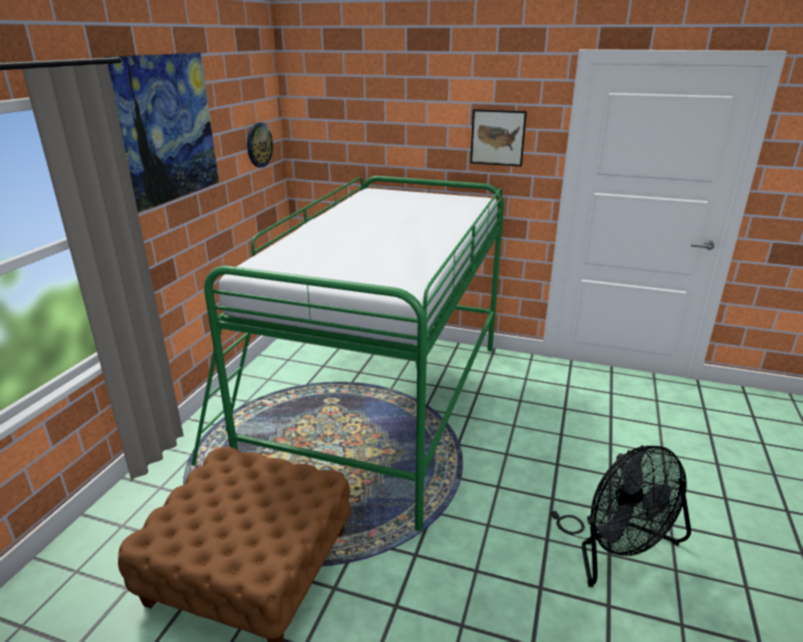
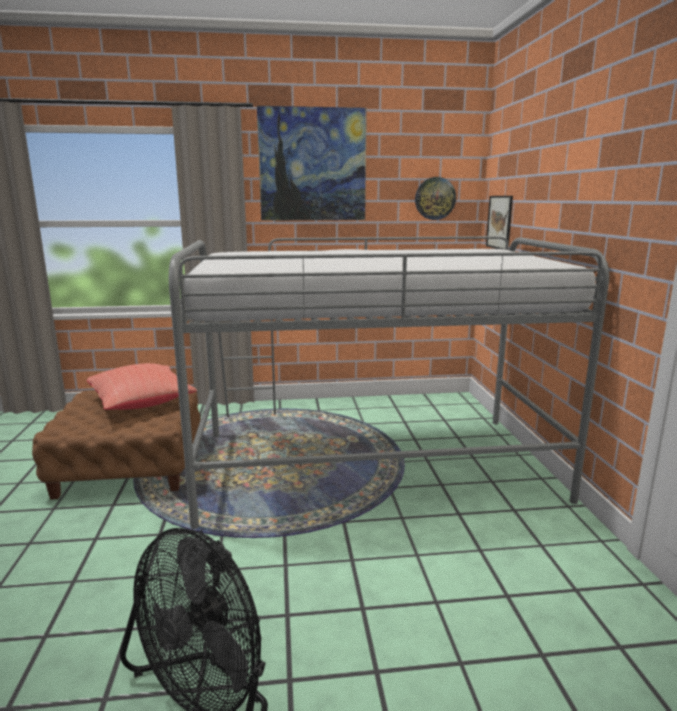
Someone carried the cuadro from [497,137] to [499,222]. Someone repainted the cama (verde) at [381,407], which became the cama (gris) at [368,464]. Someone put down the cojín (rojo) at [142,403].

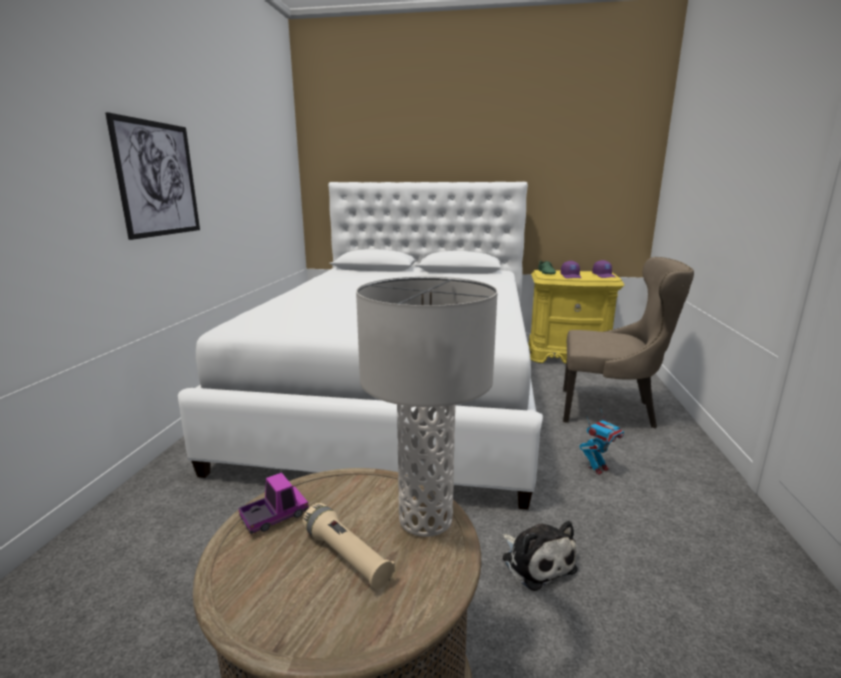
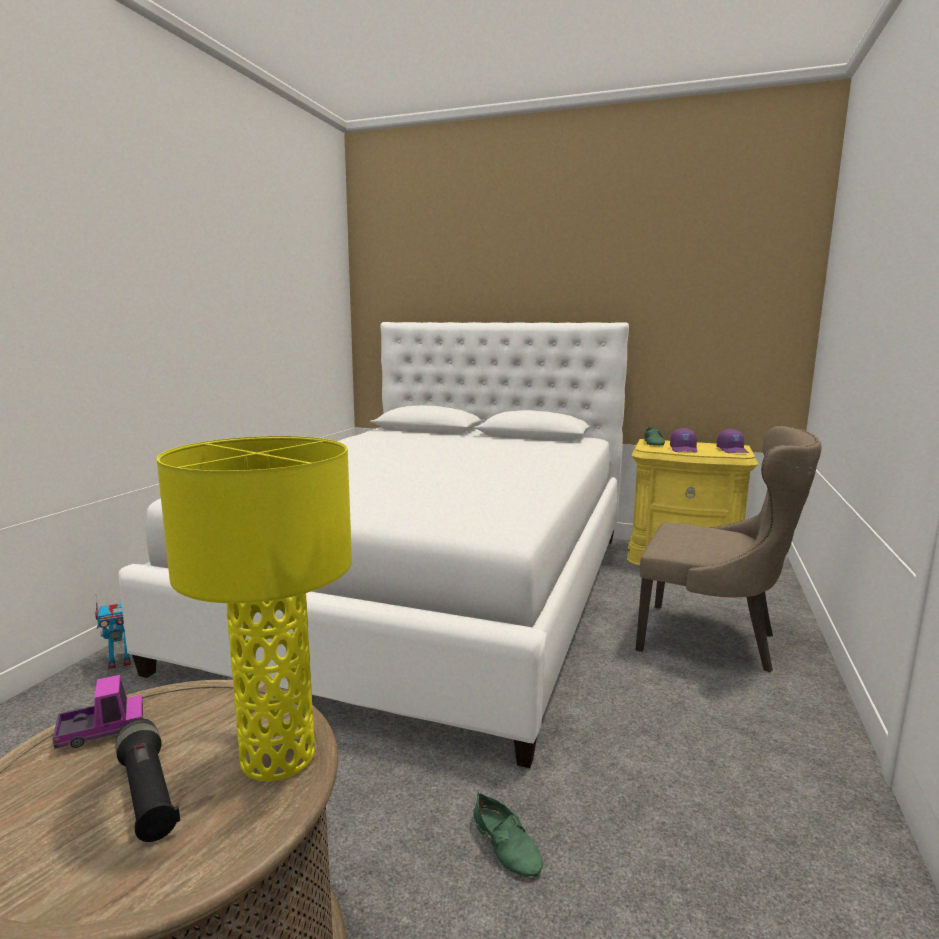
Someone took away the cuadro at [158,179]. Someone repainted the lámpara de mesa (blanco) at [426,519], which became the lámpara de mesa (amarillo) at [278,757]. Someone carried the robot de juguete from [598,468] to [120,662]. Someone repainted the linterna (beis) at [346,556], which became the linterna (negro) at [147,793]. Someone swapped the peluche at [536,561] for the zapato (verde) at [507,844].

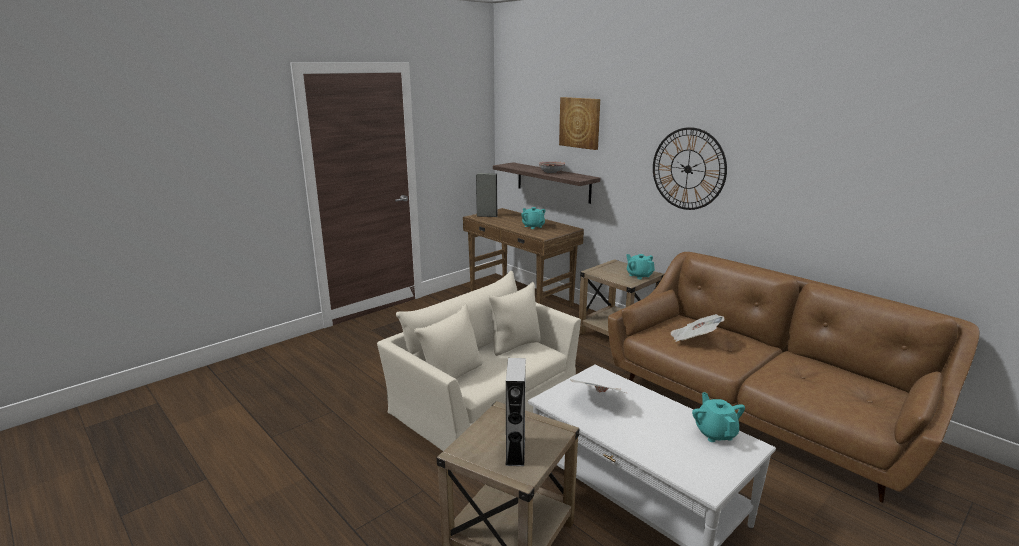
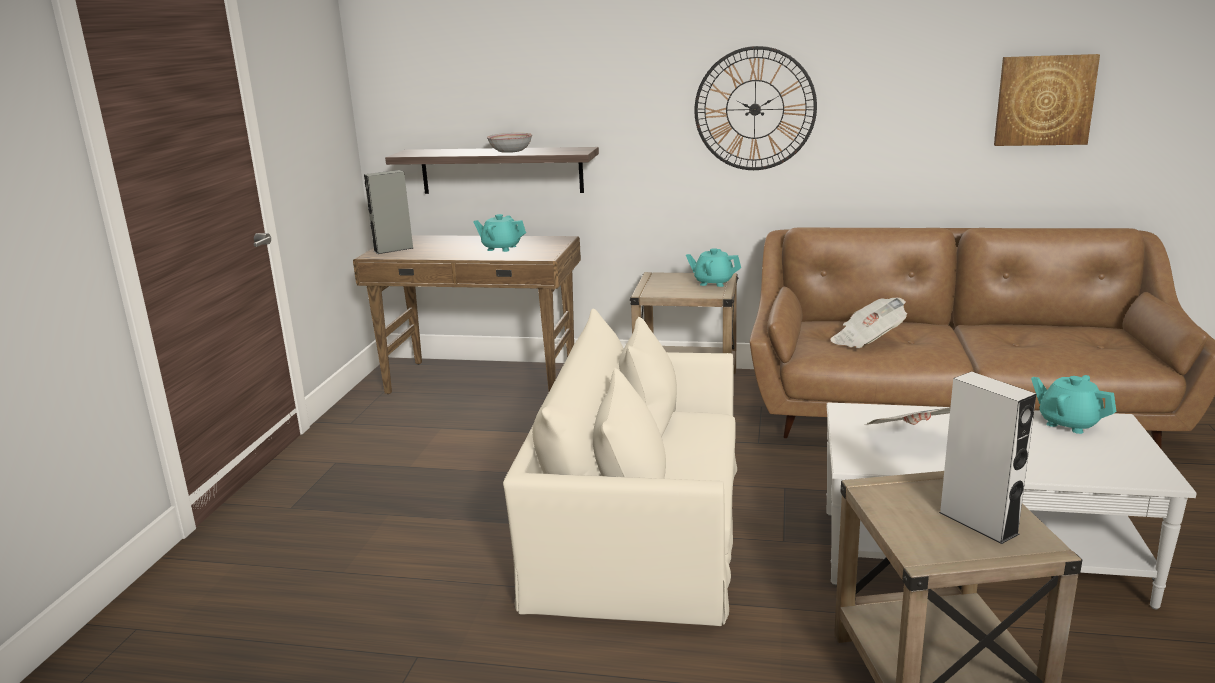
Someone carried the cuadro from [580,123] to [1044,100].

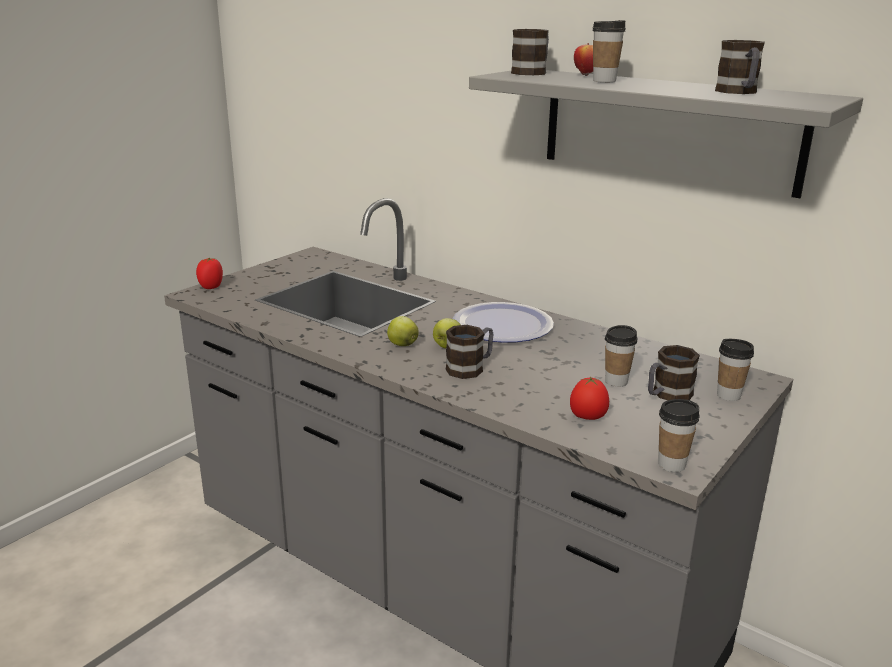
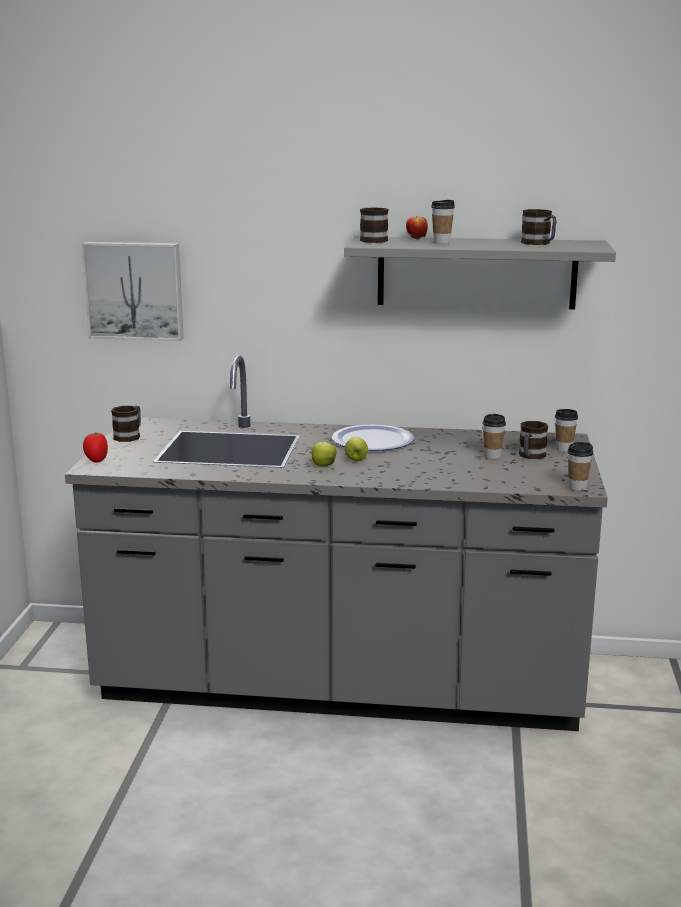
Someone carried the taza grande from [470,368] to [130,436]. Someone took away the tomate at [587,418]. Someone put up the cuadro at [135,290].

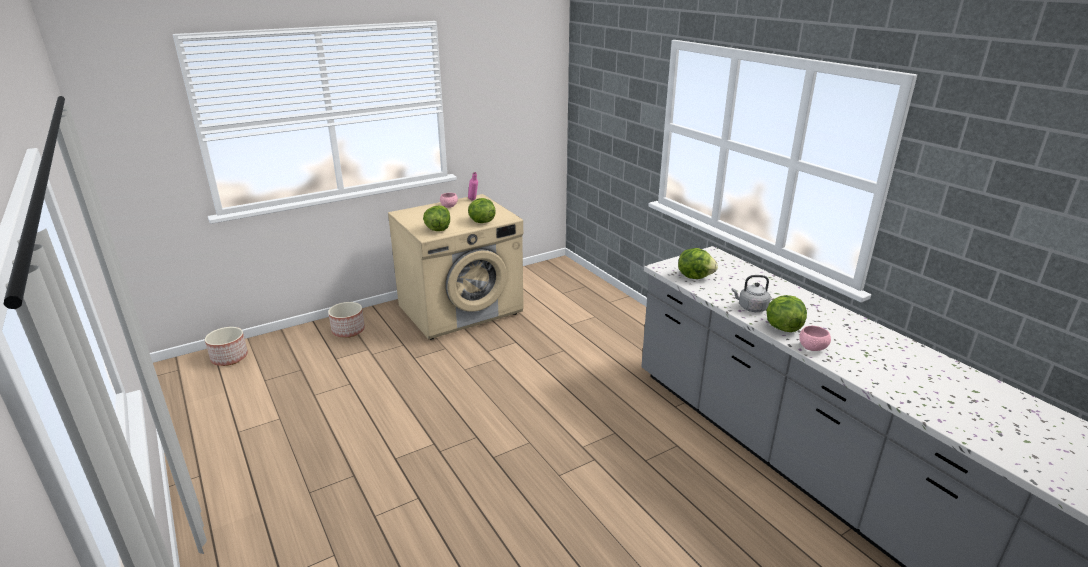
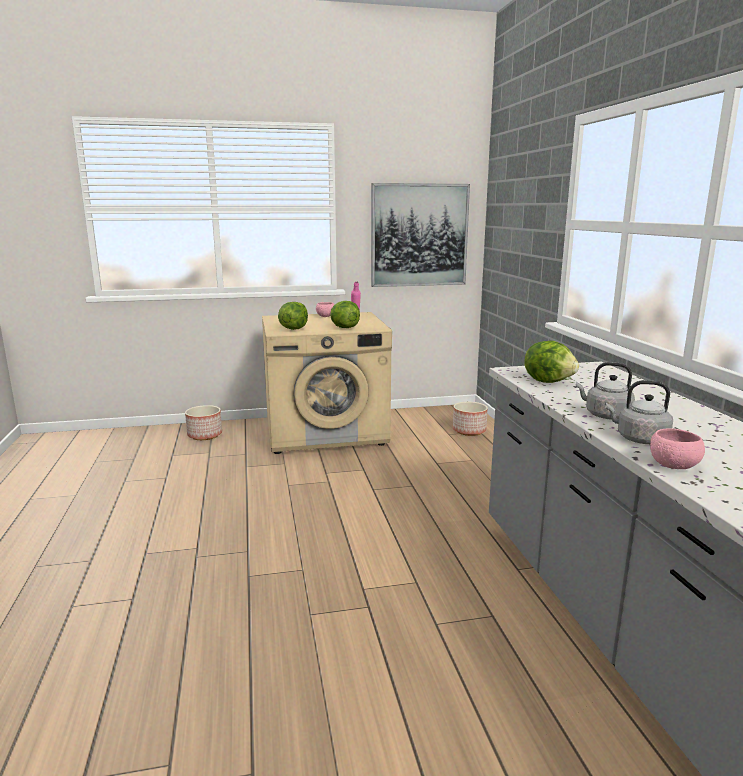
Someone swapped the lechuga at [782,328] for the hervidor (gris) at [639,439]. Someone carried the maceta from [230,358] to [469,430]. Someone put up the cuadro at [419,235].

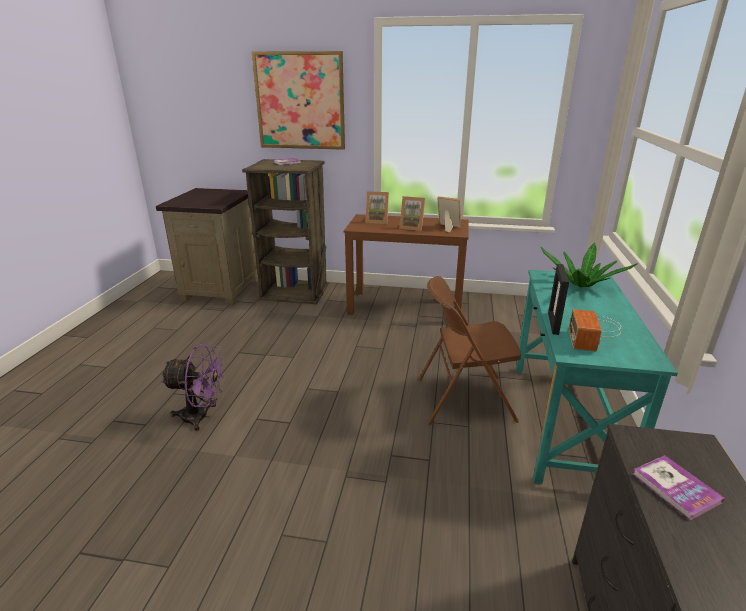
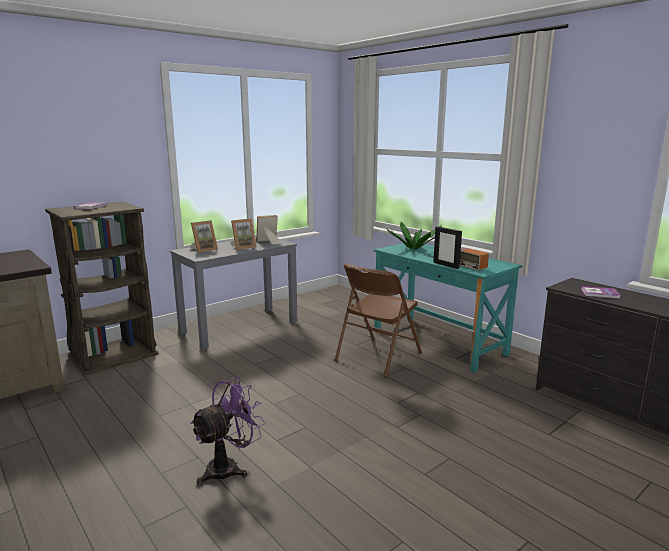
Someone took away the cuadro at [300,101]. Someone repainted the escritorio (marrón) at [406,306], which became the escritorio (gris) at [240,327].

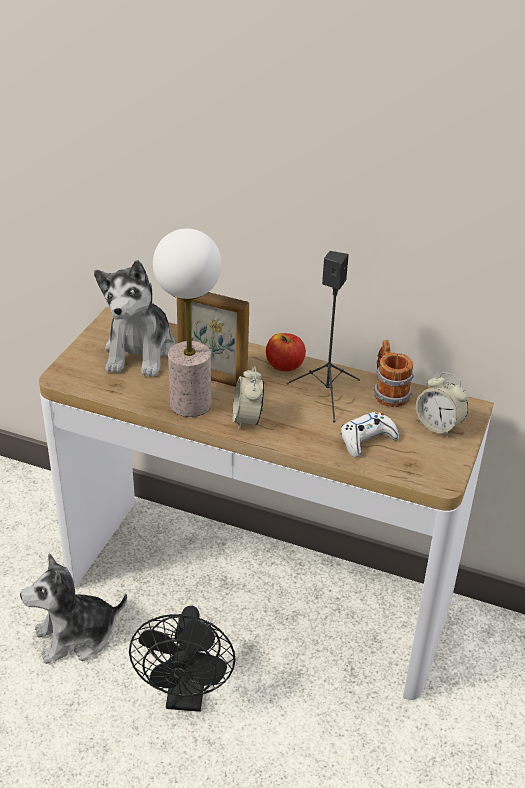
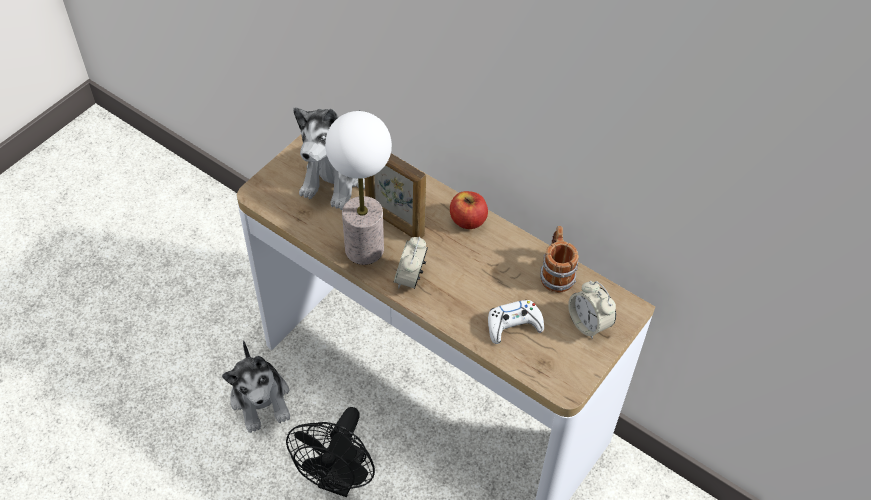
Someone took away the altavoz (negro) at [327,394]. Someone rotated the peluche at [76,636] by 105 degrees counterclockwise.

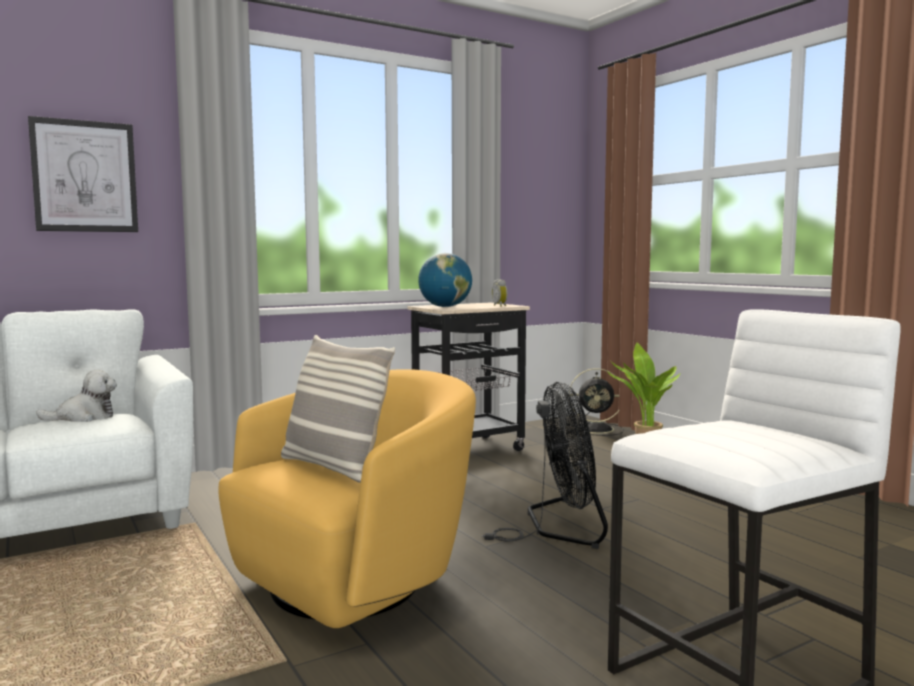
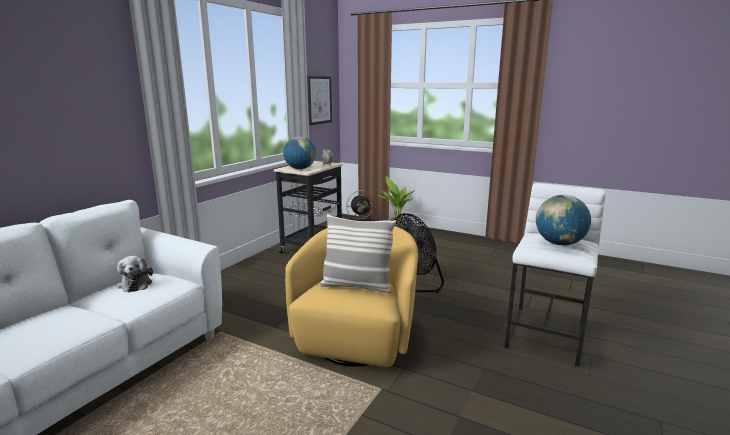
Someone carried the cuadro from [85,176] to [319,100]. Someone rotated the peluche at [84,417] by 120 degrees clockwise. Someone put down the globo terráqueo at [559,243].

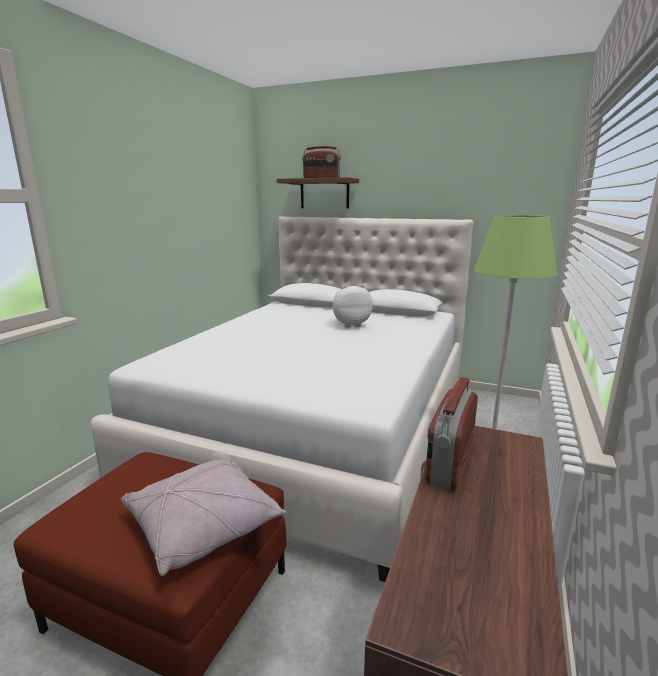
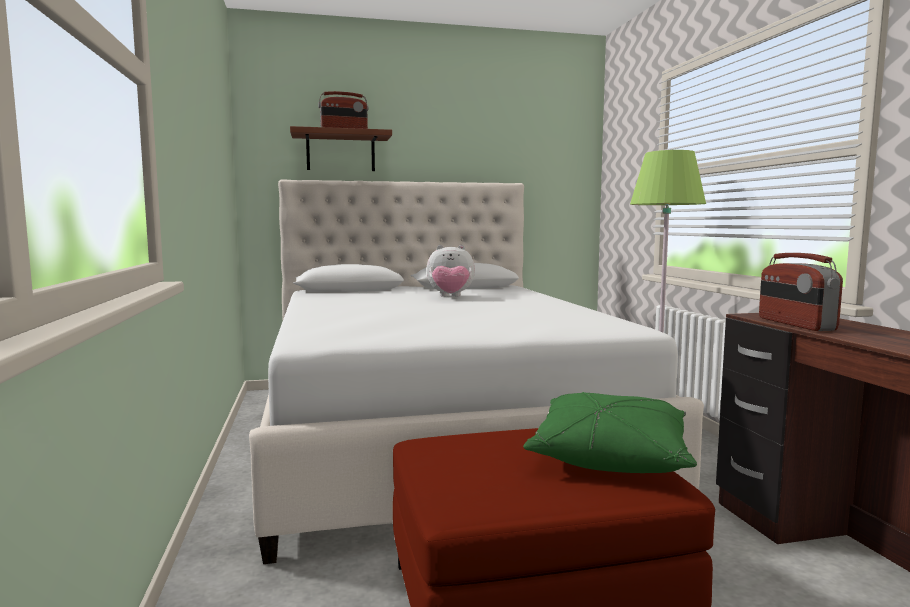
Someone rotated the peluche at [350,324] by 135 degrees counterclockwise. Someone repainted the cojín (morado) at [204,525], which became the cojín (verde) at [609,456].

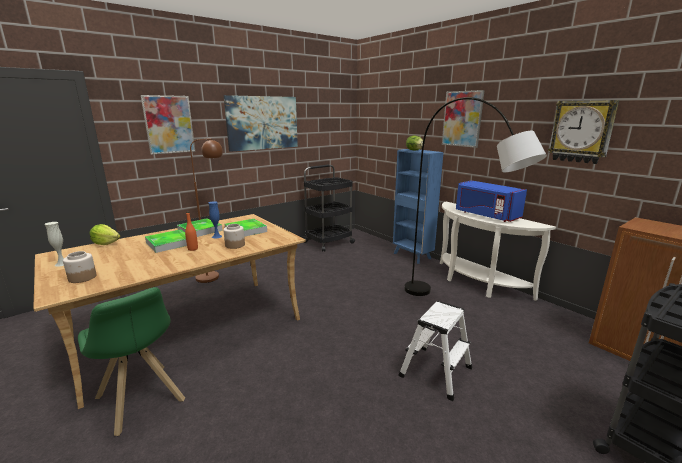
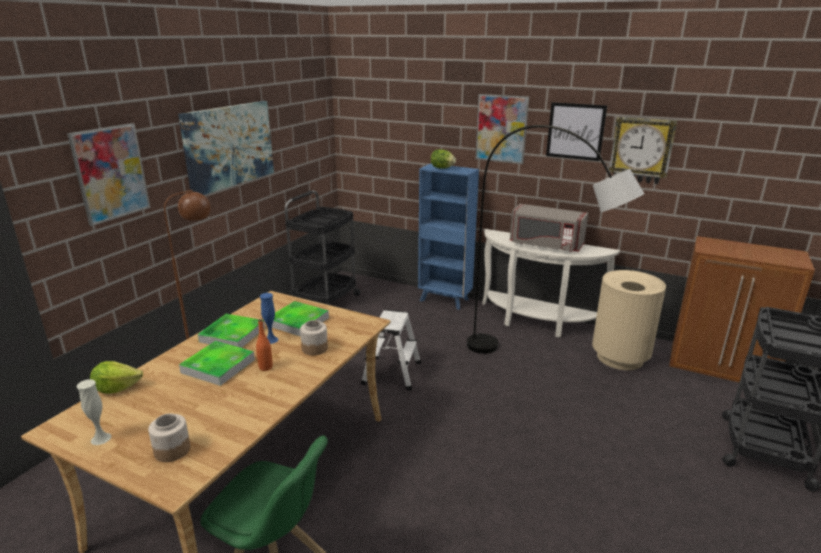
Someone repainted the microondas (azul) at [485,215], which became the microondas (gris) at [545,245]. Someone carried the escalera de tijera (blanco) from [435,372] to [391,373]. Someone put up the cuadro at [575,131]. Someone put down the papelera (beis) at [620,357].

